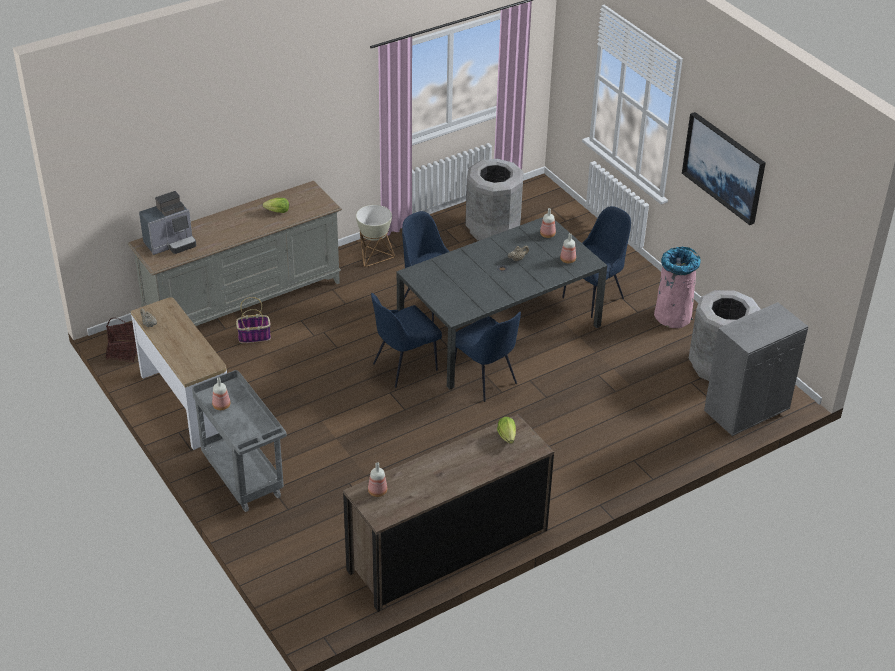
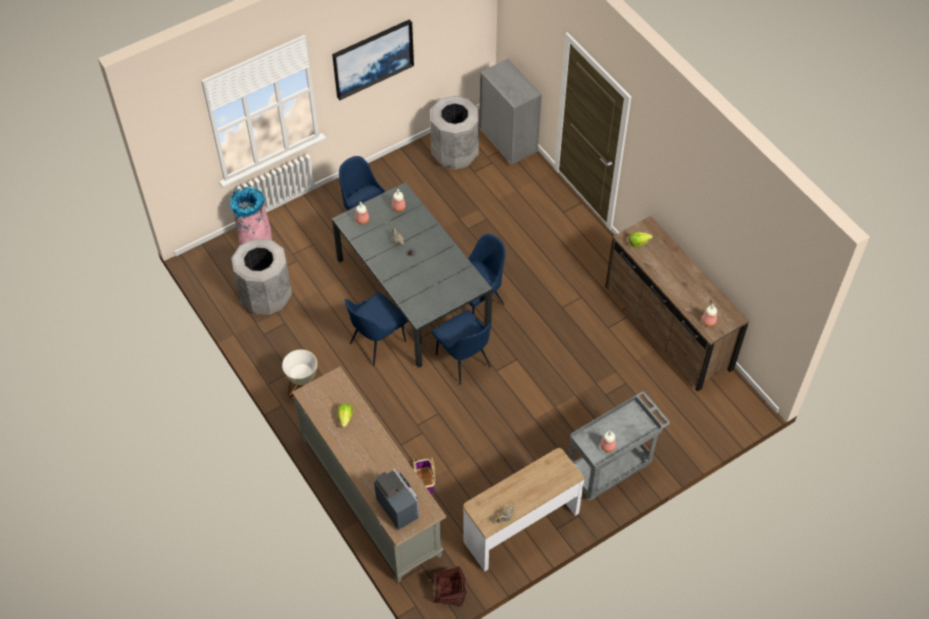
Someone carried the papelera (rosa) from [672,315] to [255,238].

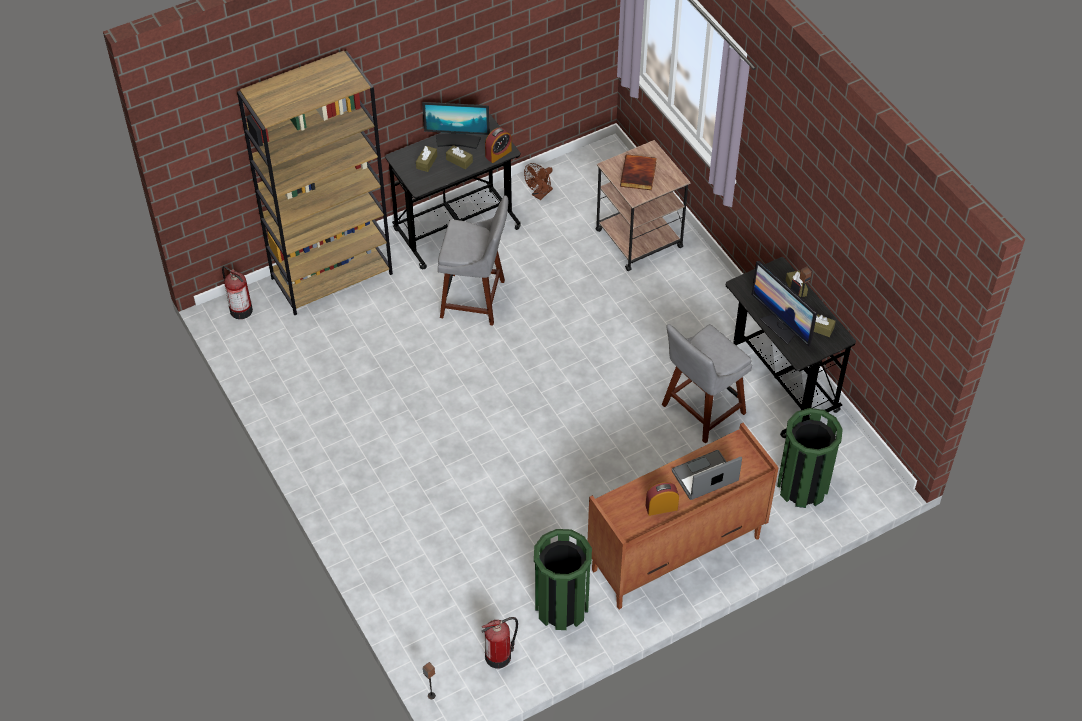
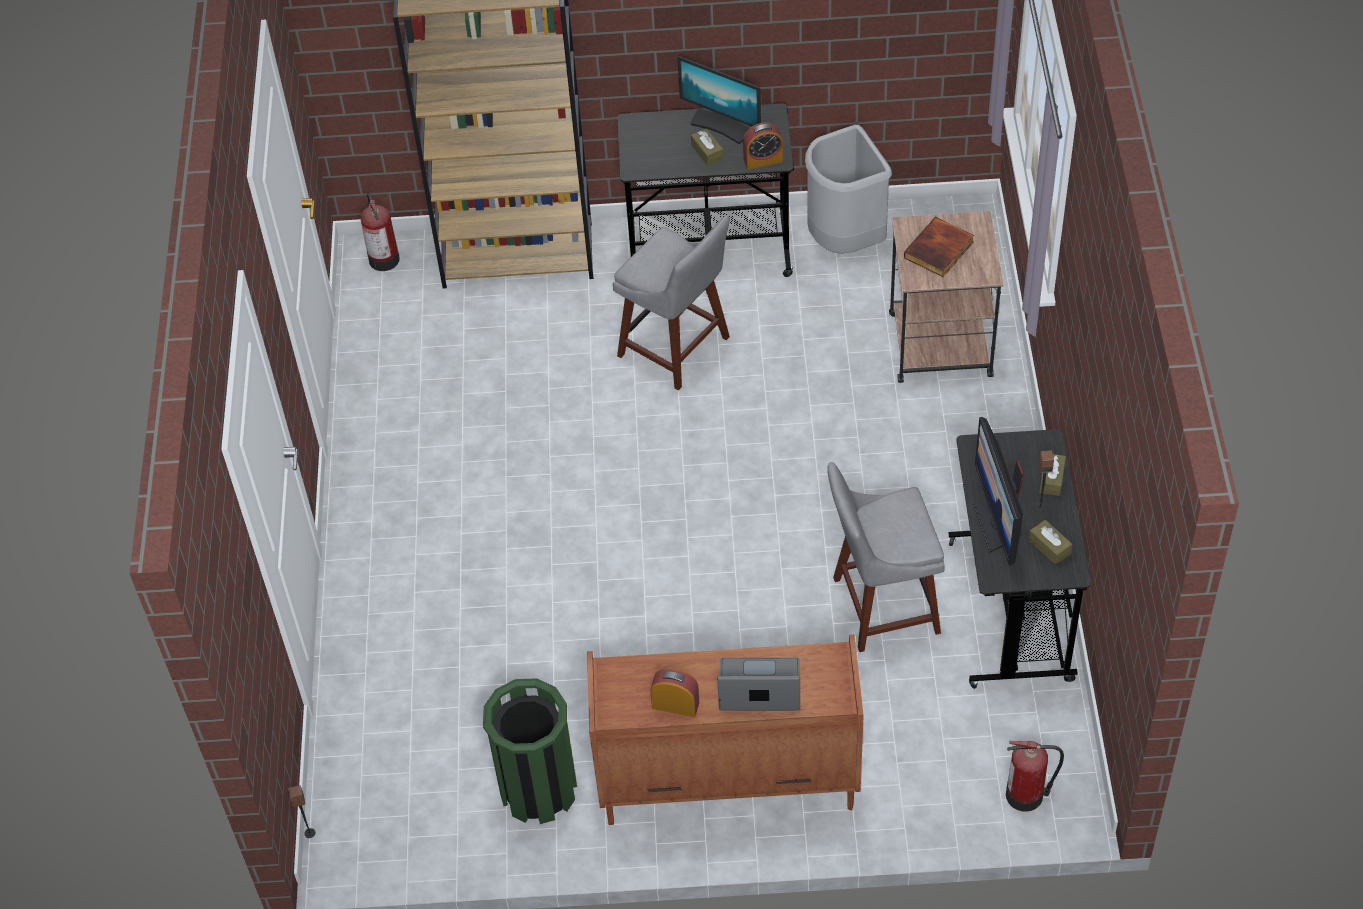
Someone took away the caja de pañuelos (marrón) at [426,162]. Someone swapped the ventilador (marrón) at [540,194] for the papelera (gris) at [845,241]. Someone took away the papelera (verde) at [802,486]. Someone carried the extintor from [499,656] to [1027,795].

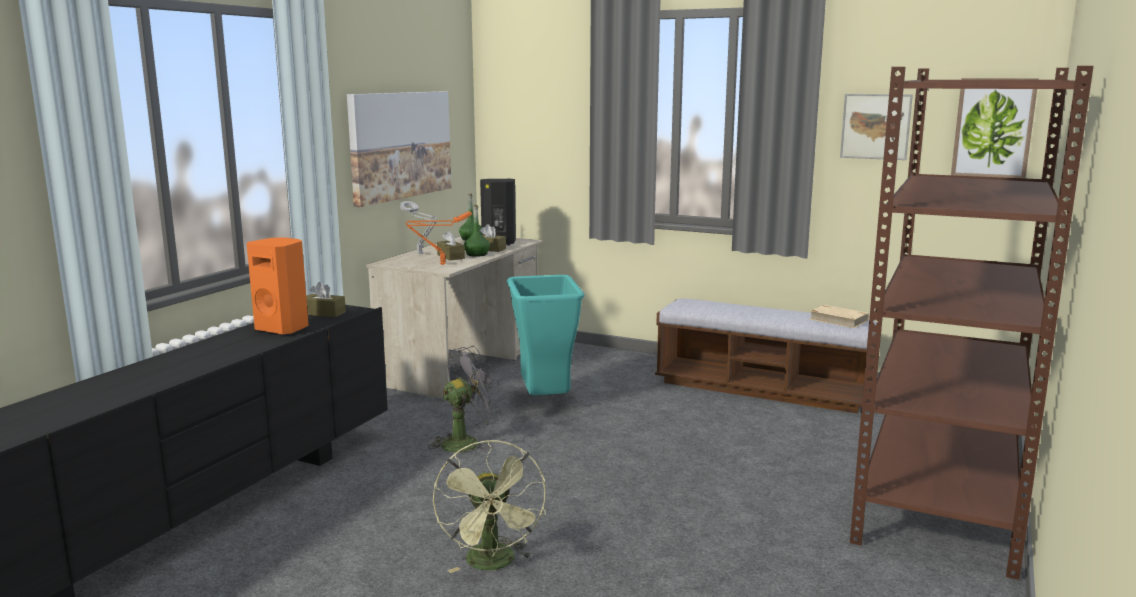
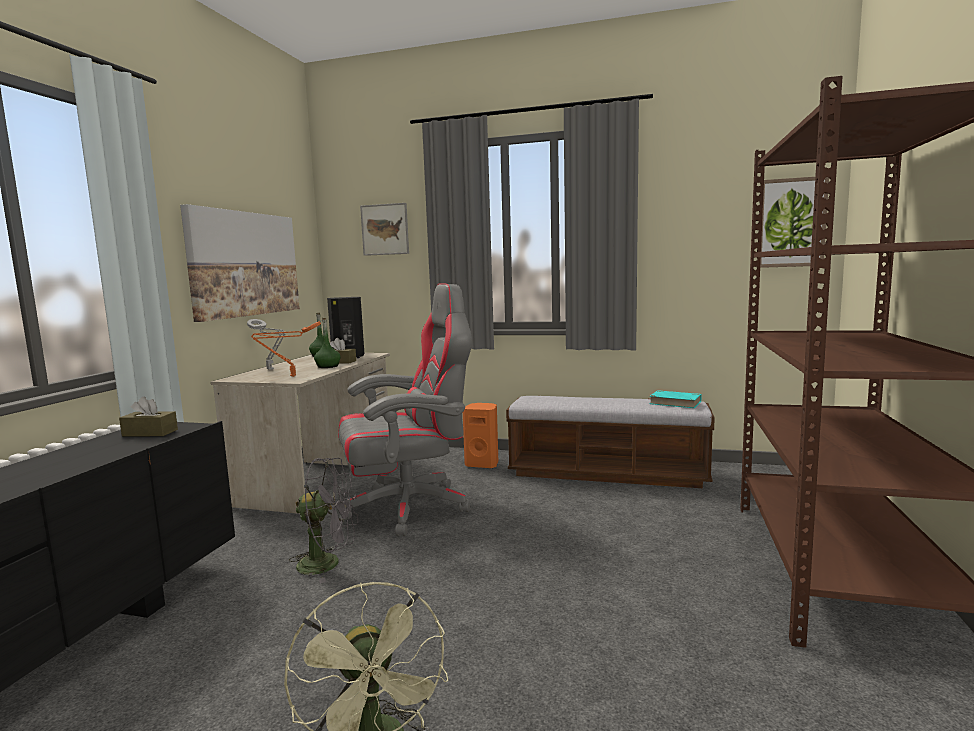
Someone carried the cuadro from [875,126] to [385,229]. Someone took away the caja de pañuelos (marrón) at [450,256]. Someone carried the altavoz (naranja) from [284,328] to [483,464]. Someone swapped the papelera (turquesa) at [546,402] for the silla de oficina (gris) at [408,507]. Someone repainted the libro (beis) at [838,320], which became the libro (turquesa) at [675,402]. Someone rotated the ventilador (gris) at [467,442] by 45 degrees clockwise.

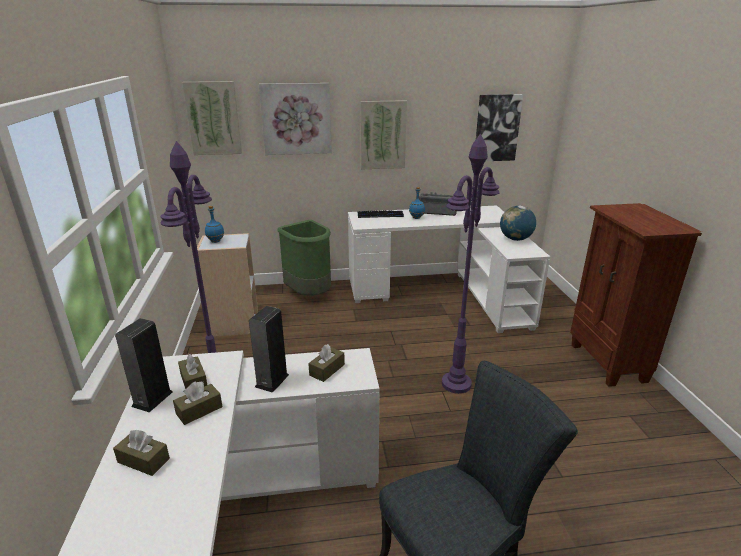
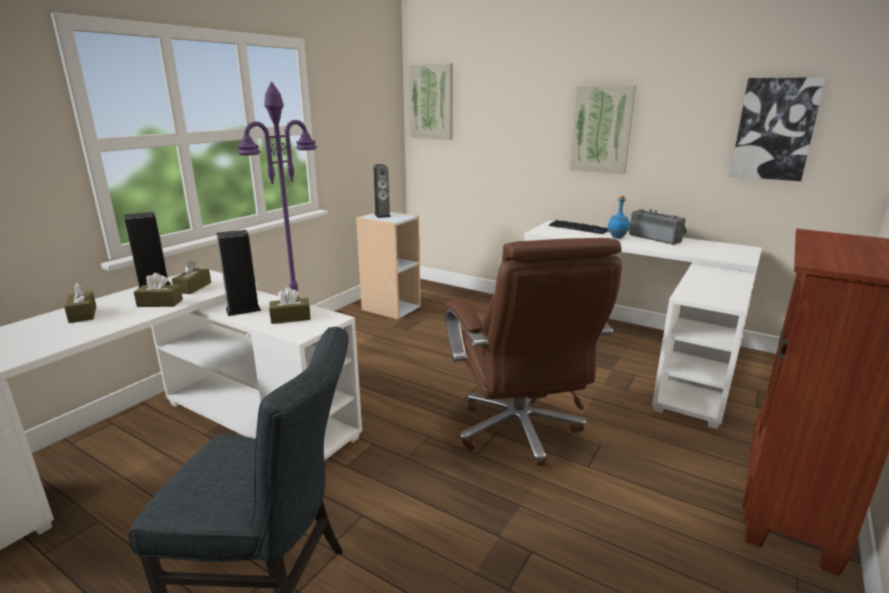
Someone took away the cuadro at [296,119]. Someone swapped the lámpara de pie (morado) at [456,384] for the silla de oficina (marrón) at [520,435]. Someone swapped the botella (azul) at [215,241] for the altavoz at [382,215]. Someone took away the globo terráqueo at [515,239]. Someone took away the papelera (verde) at [309,294].

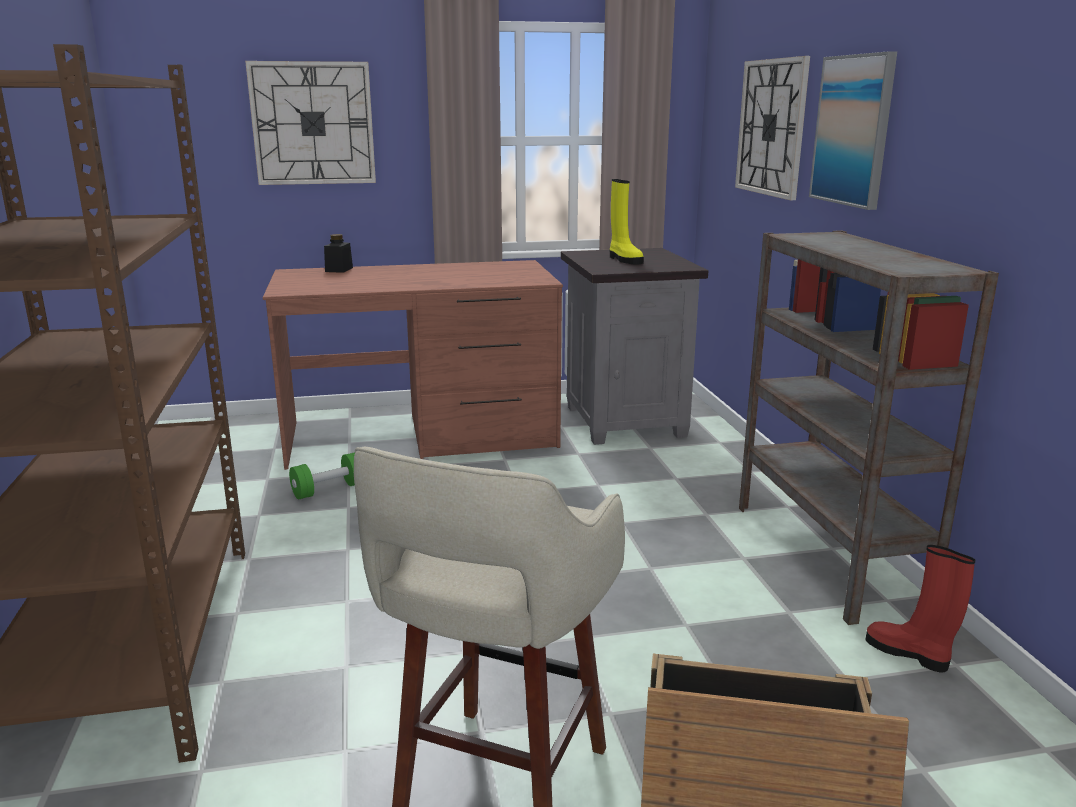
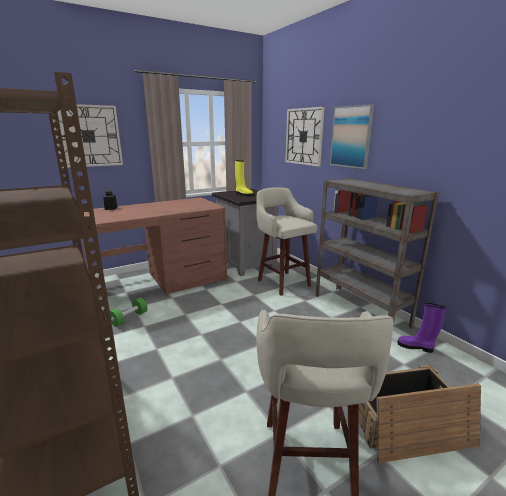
Someone repainted the bota (rojo) at [909,653], which became the bota (morado) at [416,347]. Someone put down the taburete (beis) at [282,282].

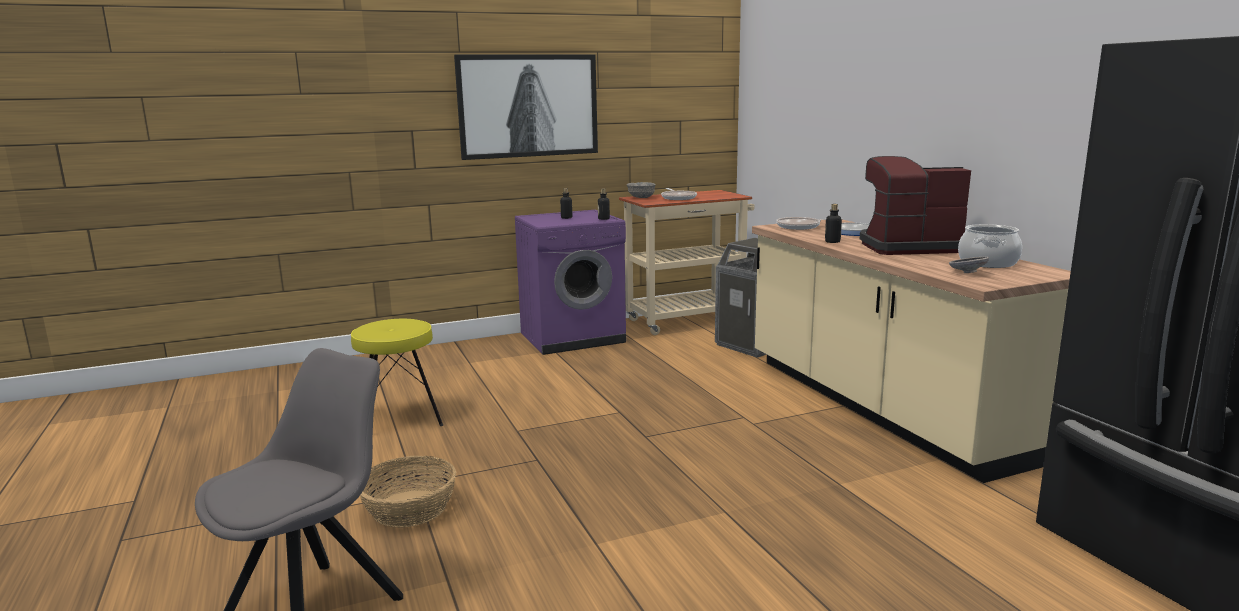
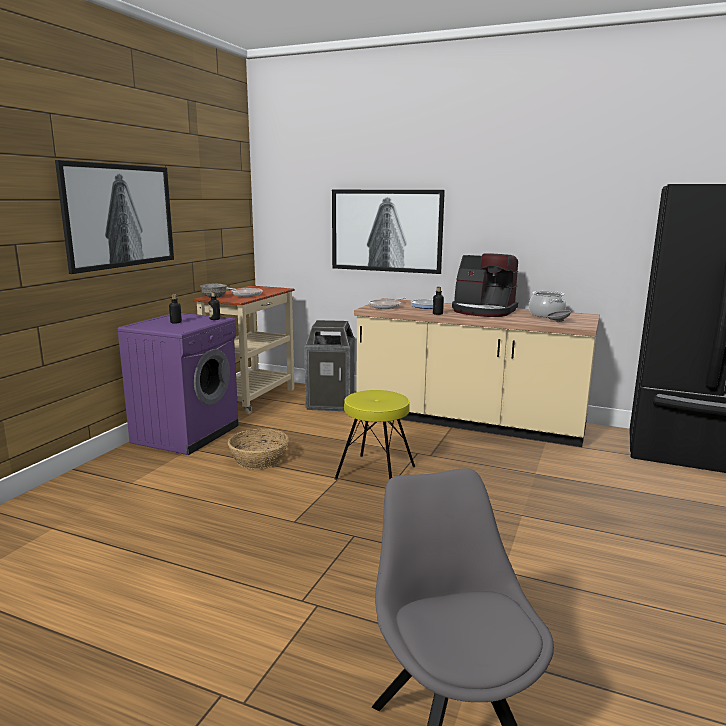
Someone rotated the cafetera at [907,247] by 105 degrees counterclockwise. Someone carried the taburete (amarillo) from [399,417] to [376,473]. Someone carried the cesta from [410,508] to [259,459]. Someone put up the cuadro at [386,230].

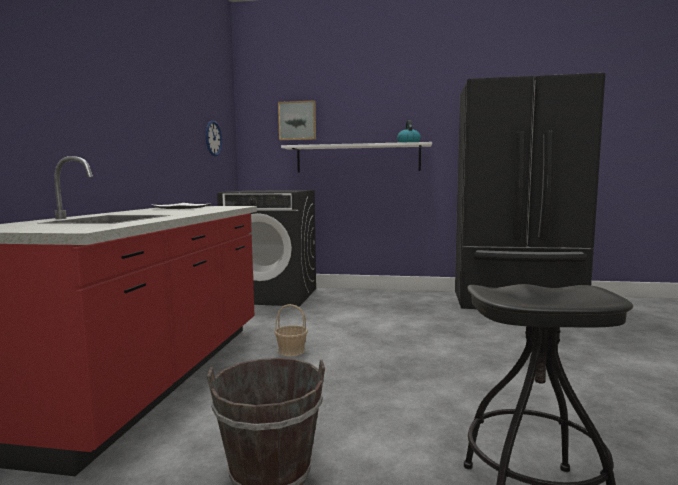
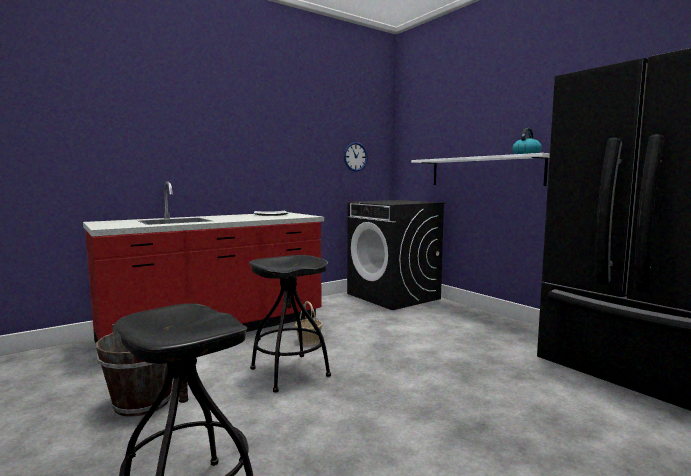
Someone took away the cuadro at [297,121]. Someone put down the taburete (negro) at [290,372].

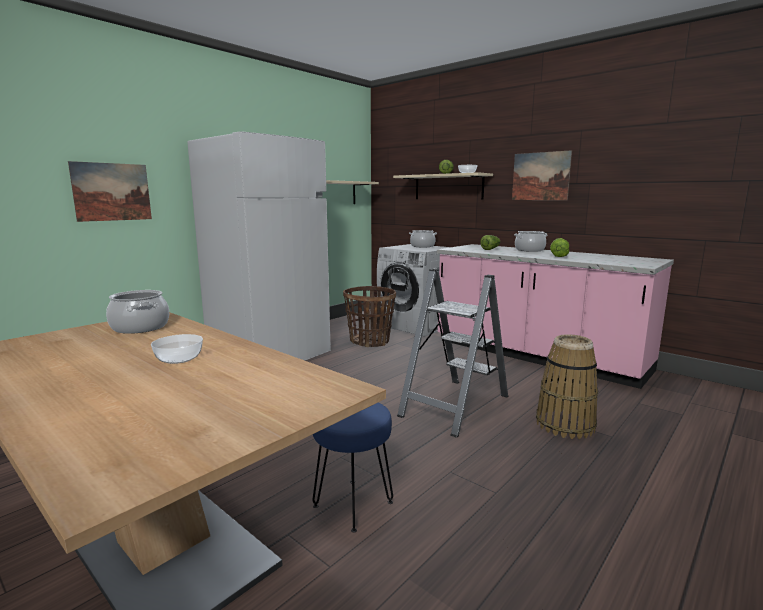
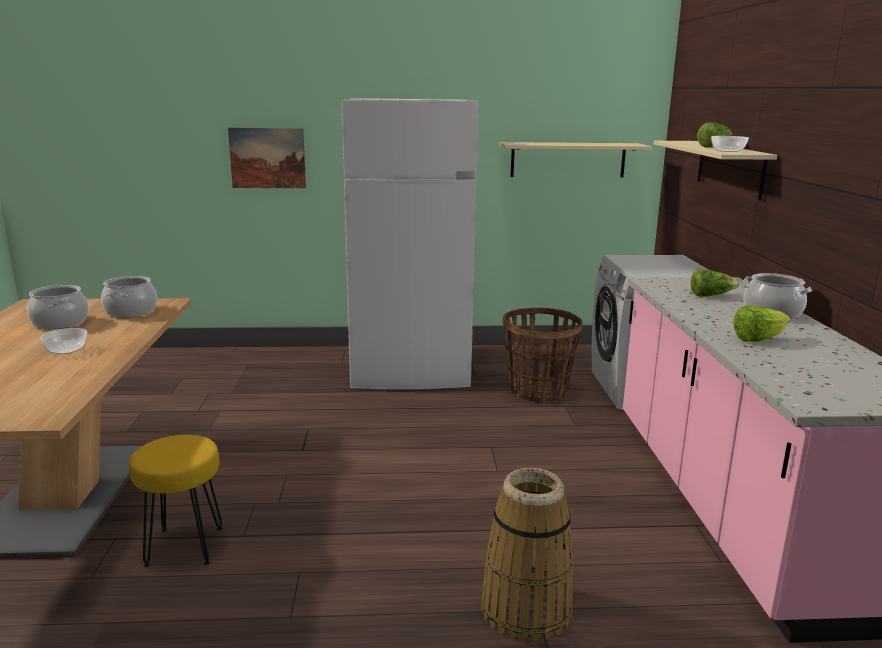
Someone took away the cuadro at [540,176]. Someone carried the olla from [422,246] to [61,322]. Someone took away the escalera de tijera (gris) at [454,406]. Someone repainted the taburete (azul) at [354,504], which became the taburete (amarillo) at [185,547].

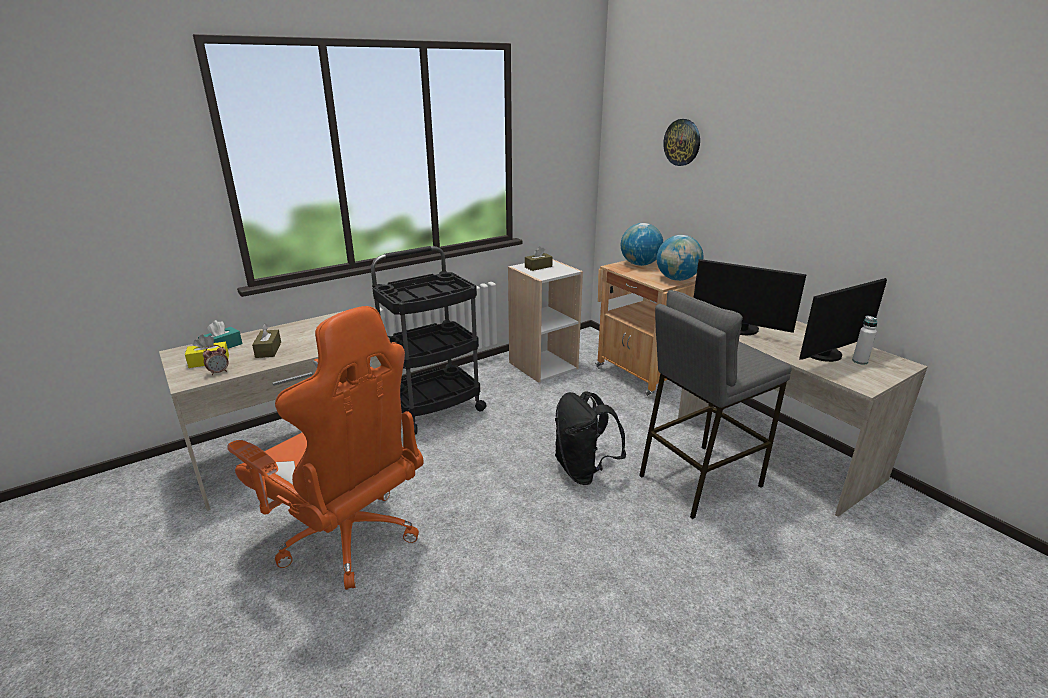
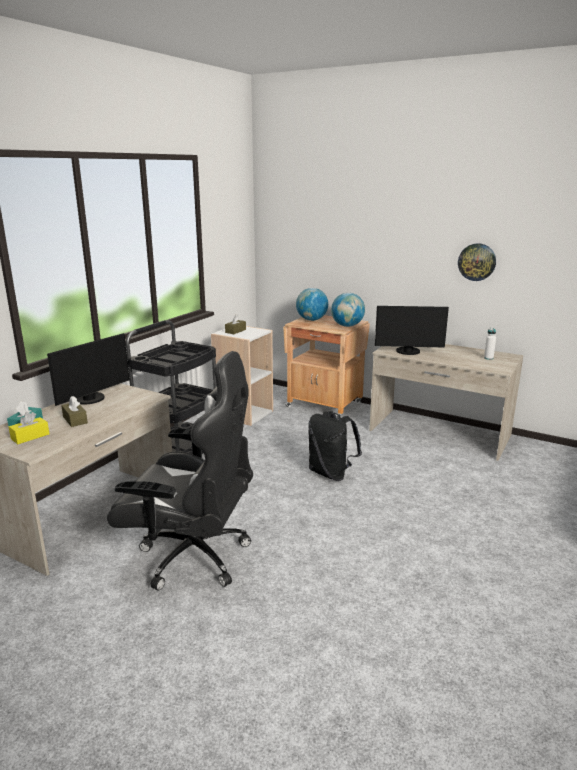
Someone carried the reloj de pared from [682,142] to [477,262]. Someone carried the monitor from [825,355] to [91,399]. Someone took away the taburete (gris) at [698,480]. Someone repainted the silla de oficina (naranja) at [343,534], which became the silla de oficina (negro) at [188,556]. Someone took away the despertador at [219,372].

